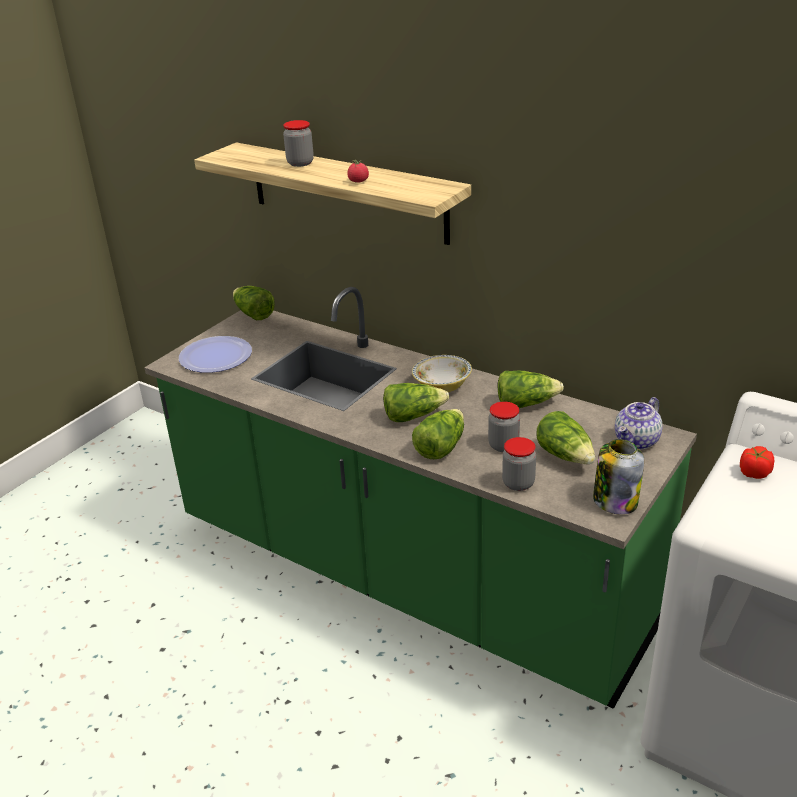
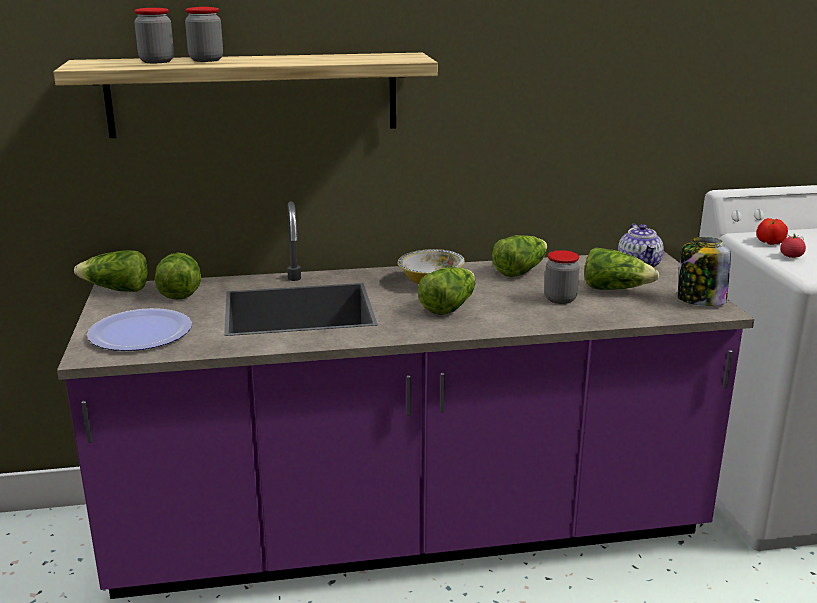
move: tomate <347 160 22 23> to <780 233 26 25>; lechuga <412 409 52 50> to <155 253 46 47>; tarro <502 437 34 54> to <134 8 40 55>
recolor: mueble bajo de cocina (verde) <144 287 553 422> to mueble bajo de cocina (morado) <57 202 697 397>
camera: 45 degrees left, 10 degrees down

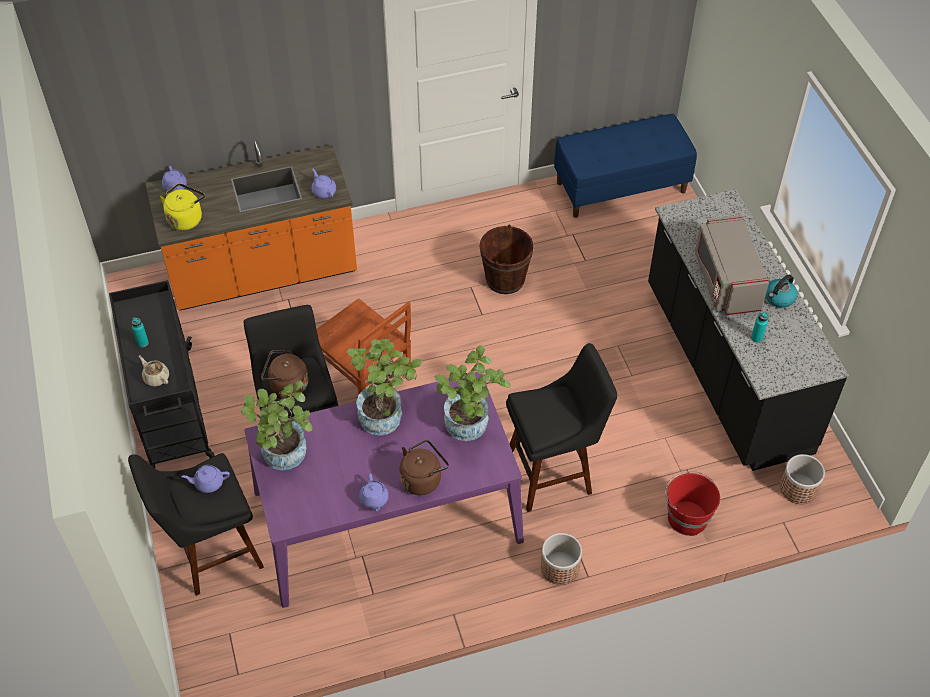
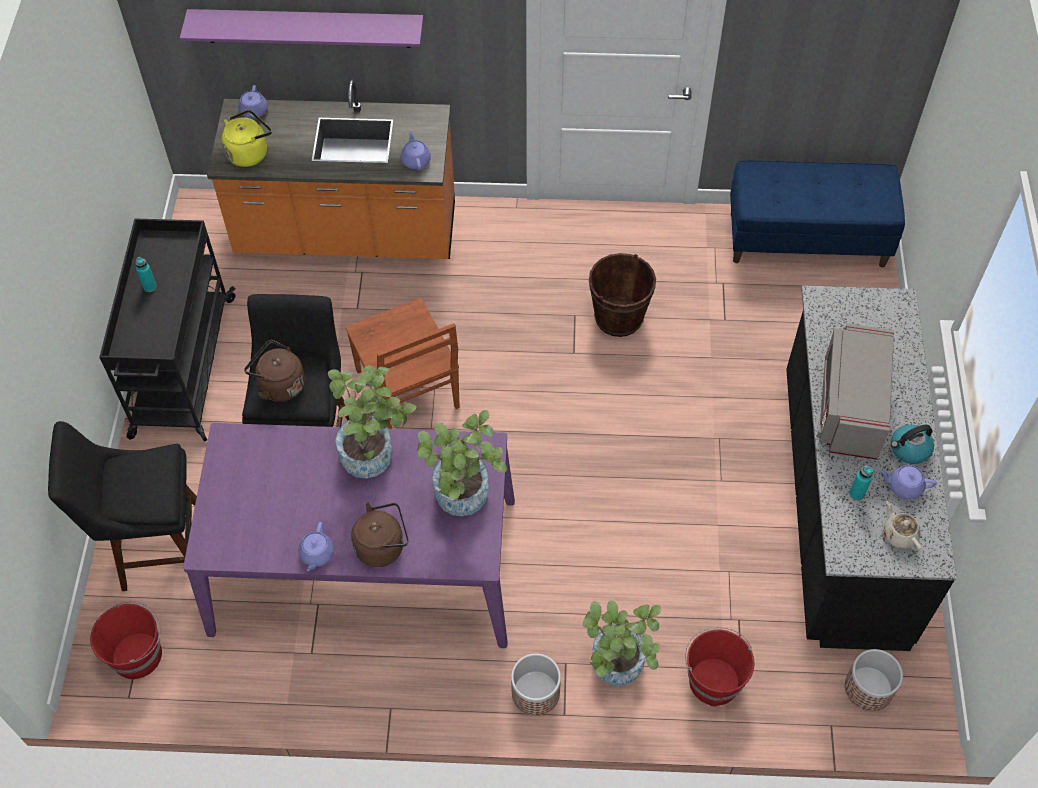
delete: taburete (negro) <506 343 112 169>
insert: estante (morado) <180 9 244 39>; cubo (rojo) <90 602 72 77>
move: tetera (beis) <139 356 30 30> to <884 500 37 51>; planta en maceta <241 381 72 89> to <583 600 78 86>; tetera (morado) <182 465 48 28> to <880 465 57 34>
camera: 20 degrees right, 5 degrees up

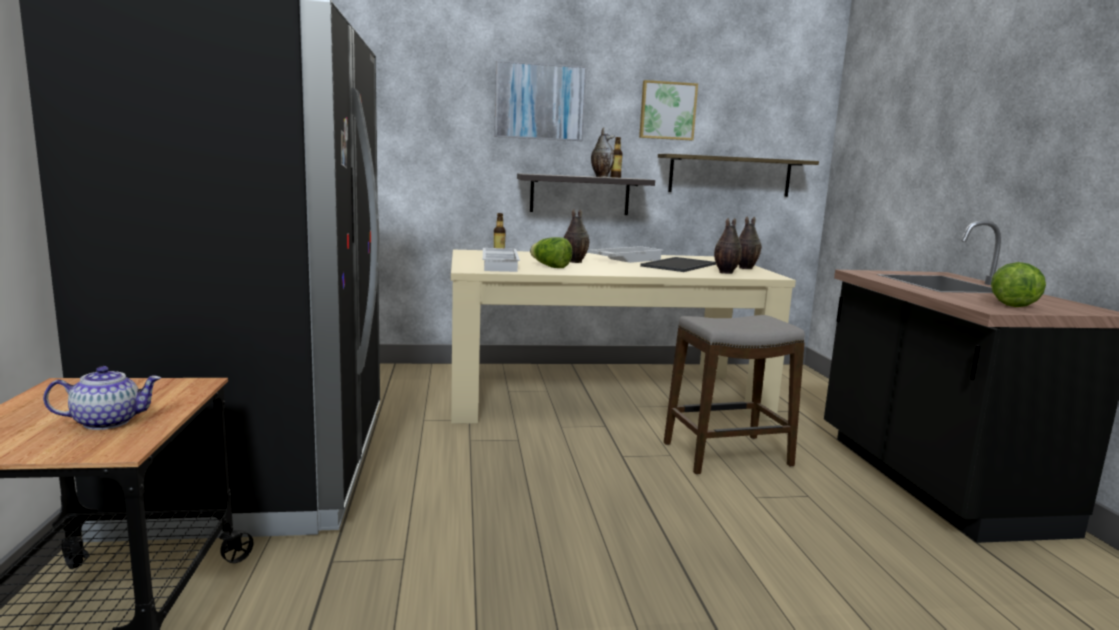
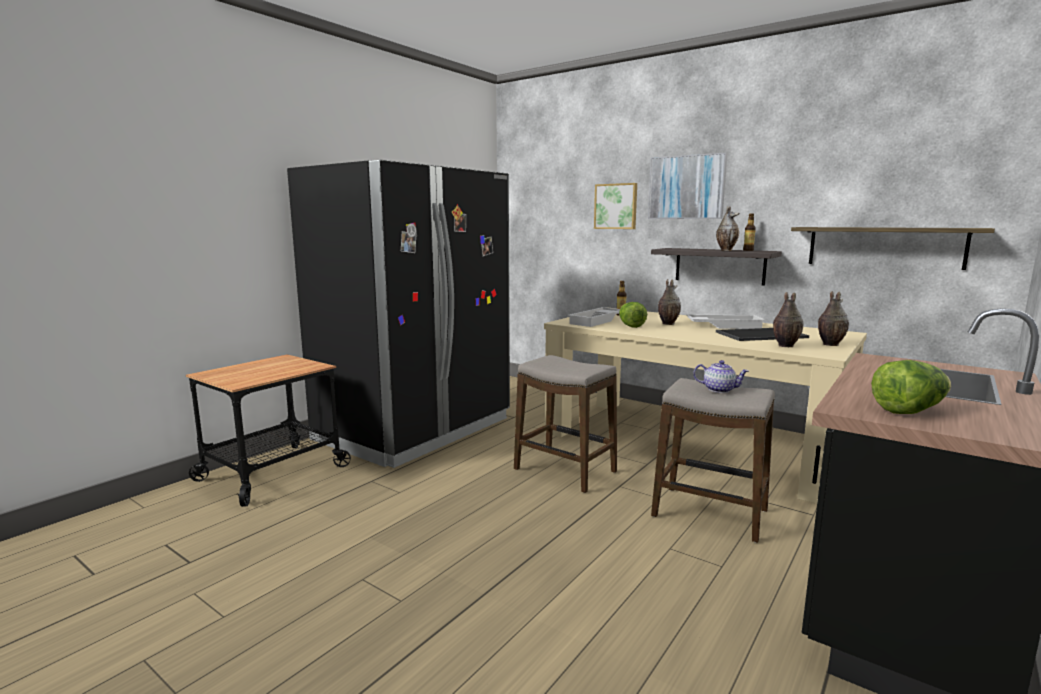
insert: taburete <514 355 103 138>
move: cuadro <639 80 59 60> to <594 183 43 46>; tetera <43 366 118 64> to <693 360 56 33>
camera: 45 degrees right, 0 degrees up

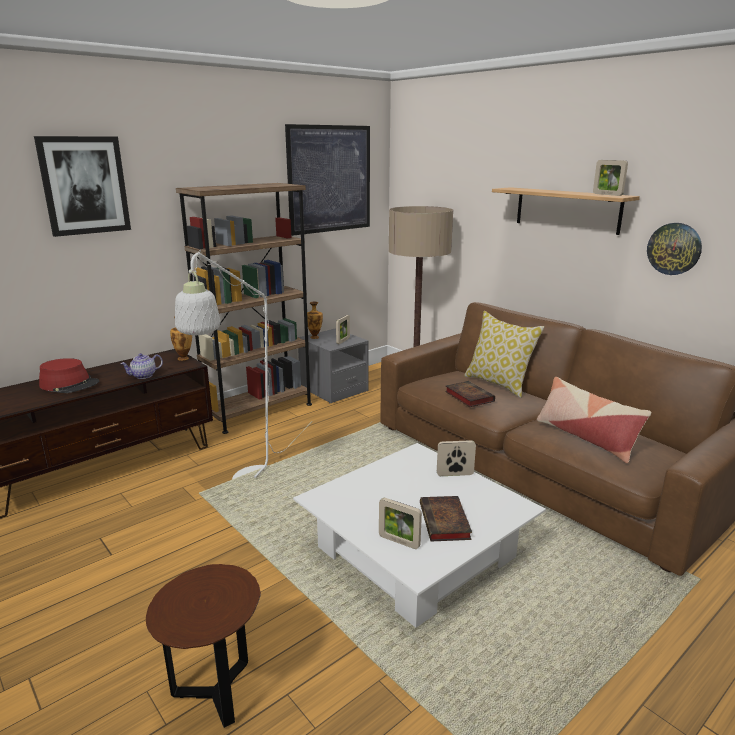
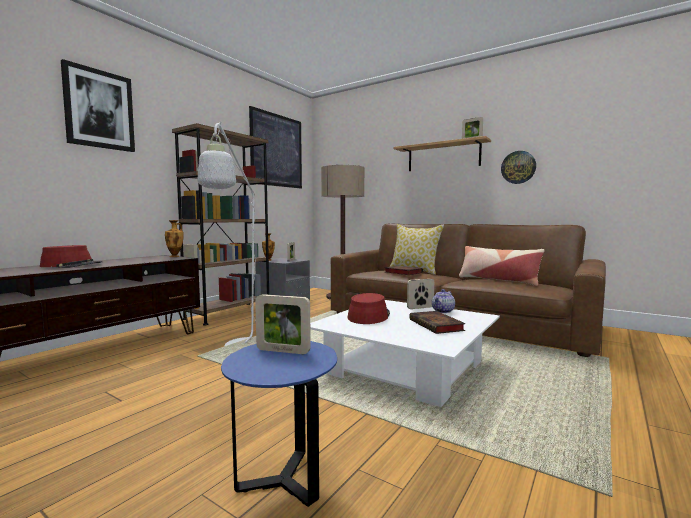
insert: sombrero (rojo) <347 293 43 31>
move: tetera <121 353 42 26> to <432 289 23 24>; portarretratos <379 498 43 51> to <255 294 56 60>
recolor: mesa auxiliar (marrón) <146 564 115 164> to mesa auxiliar (azul) <221 341 116 166>
camera: 15 degrees left, 15 degrees down

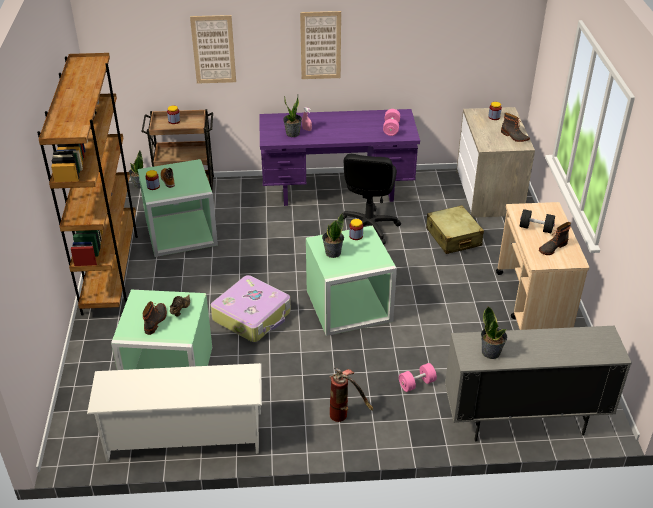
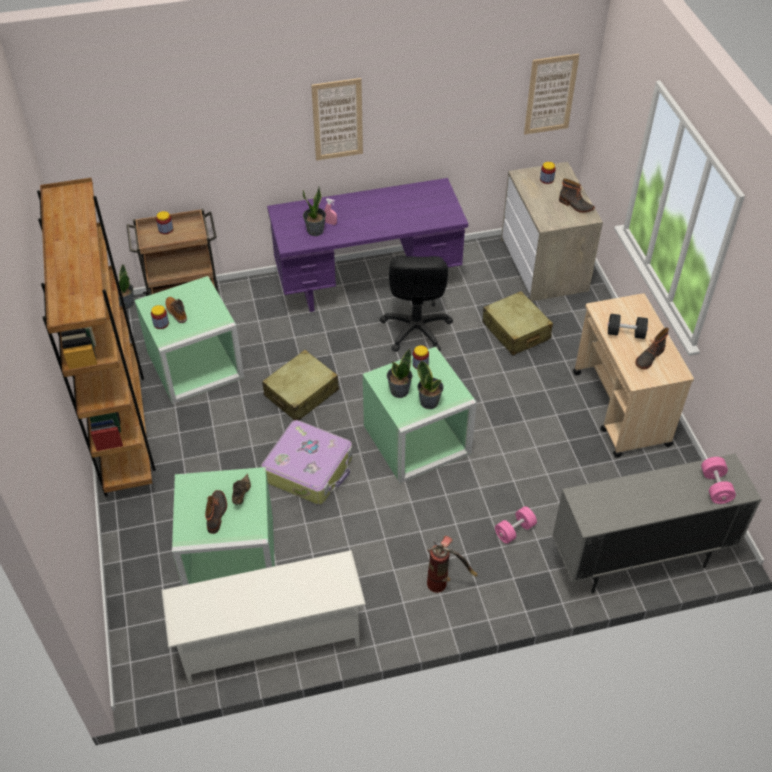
insert: maleta (beis) <262 350 77 70>
move: cuadro <190 15 46 69> to <524 54 56 81>; mancuerna (rosa) <383 109 17 27> to <701 457 35 47>; planta en maceta <481 306 26 53> to <417 361 27 48>
camera: 10 degrees left, 10 degrees up

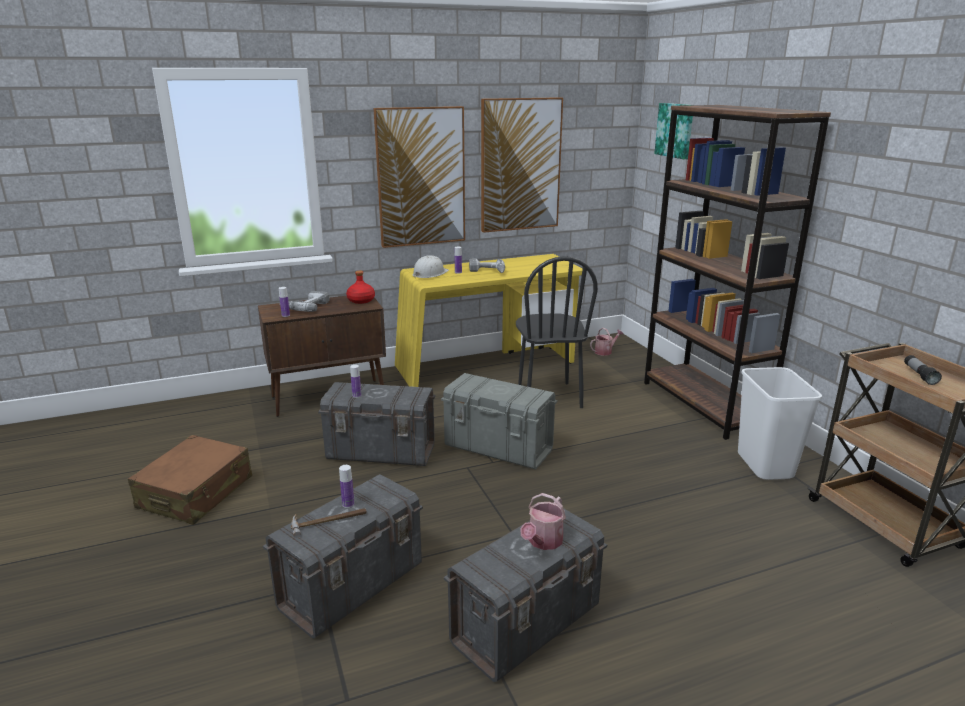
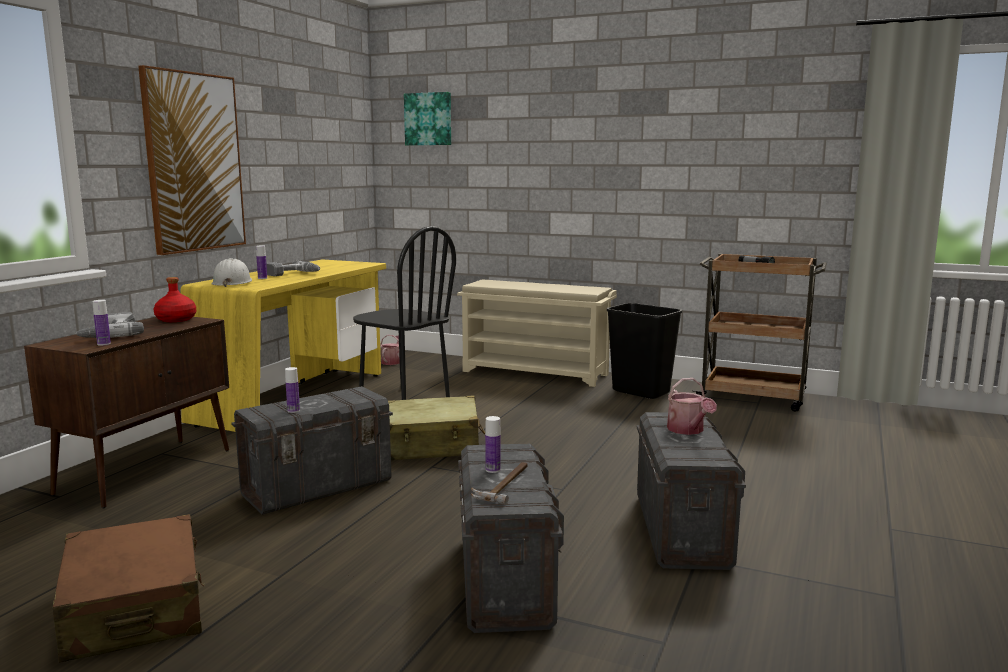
delete: cuadro <481 97 82 136>
replace: estantería (marrón) <644 105 187 335> to zapatero (beis) <457 279 160 108>; caja de almacenaje (gris) <441 373 117 97> to maleta (beis) <388 396 97 64>
recolor: papelera (blanco) <738 367 84 113> to papelera (negro) <607 303 75 96>
camera: 45 degrees left, 10 degrees down

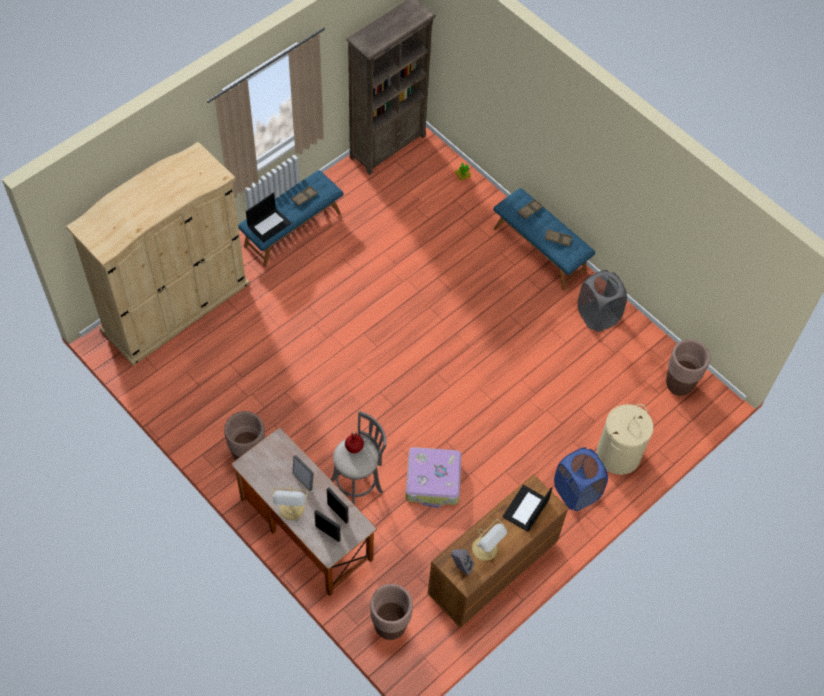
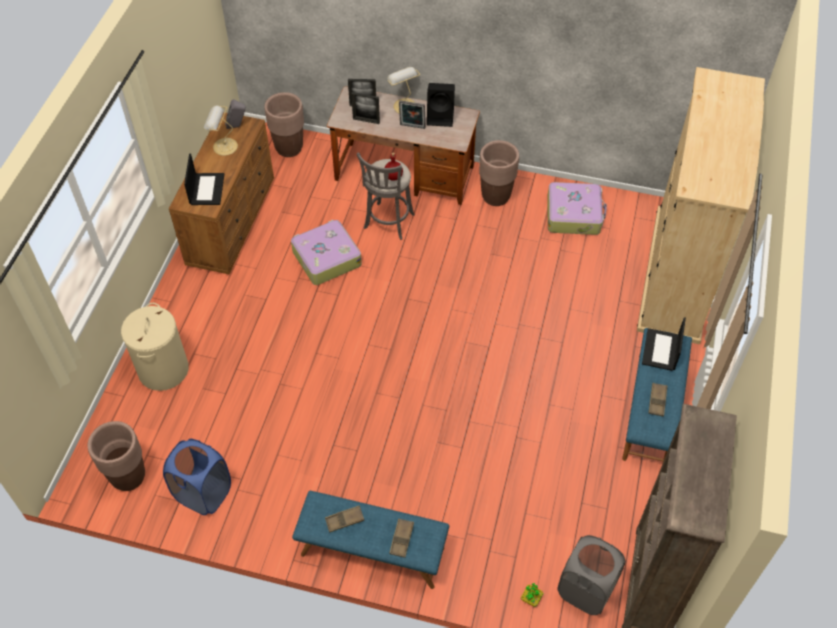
insert: altavoz (negro) <427 83 28 44>; maleta <547 182 60 53>
move: cesto de la ropa (gris) <578 270 49 62> to <557 535 69 80>; cesto de la ropa (azul) <554 447 54 64> to <163 439 68 76>
camera: 150 degrees right, 5 degrees down

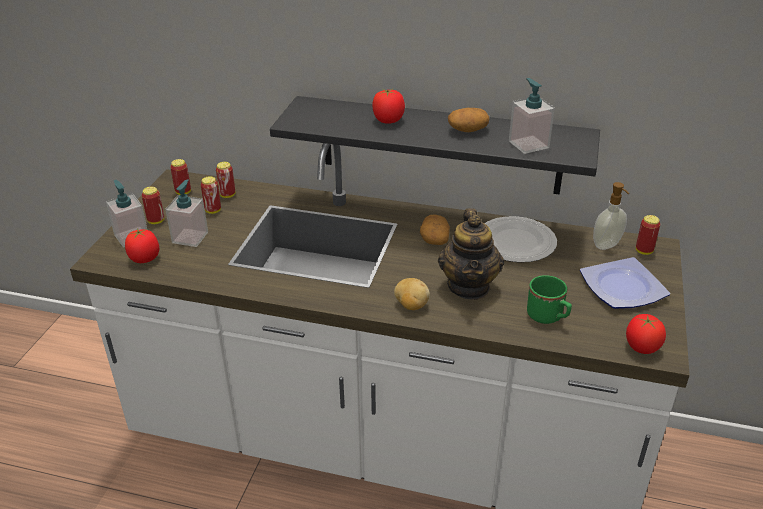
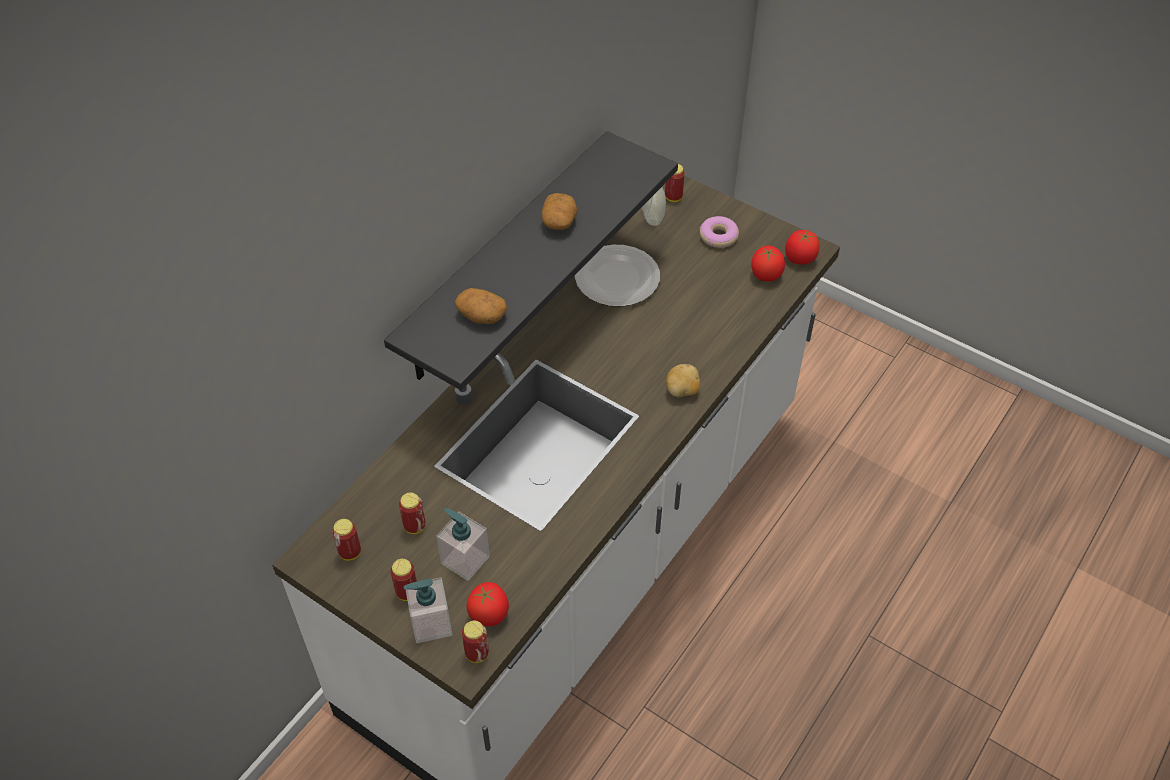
delete: dispensador de jabón <509 78 46 76>; tetera <438 208 66 92>; taza grande (verde) <527 275 45 49>
move: tomate <372 88 33 36> to <751 245 34 37>; lata <216 162 19 36> to <462 621 27 42>; patata <420 215 30 30> to <455 288 52 36>
replace: plato <580 257 90 52> to rosquilla <700 216 39 32>
camera: 70 degrees left, 15 degrees up

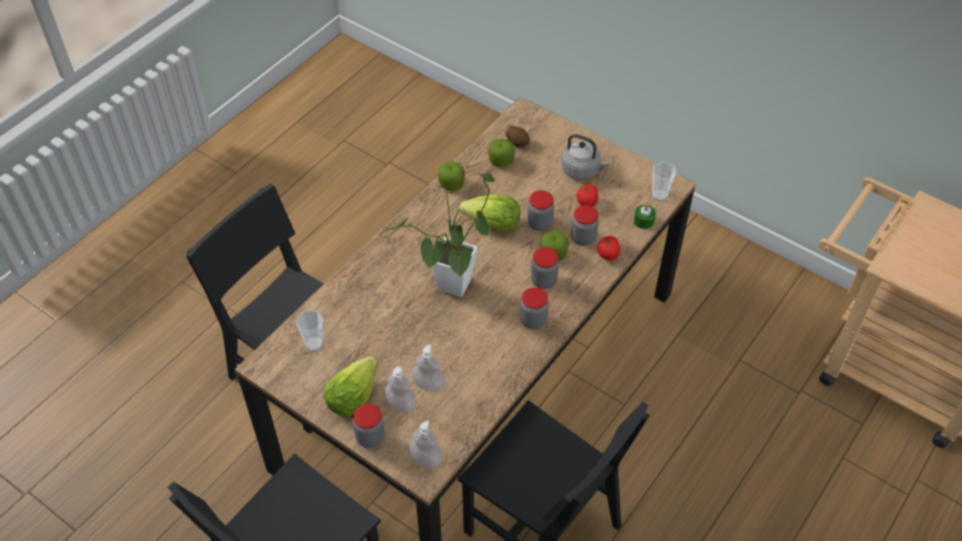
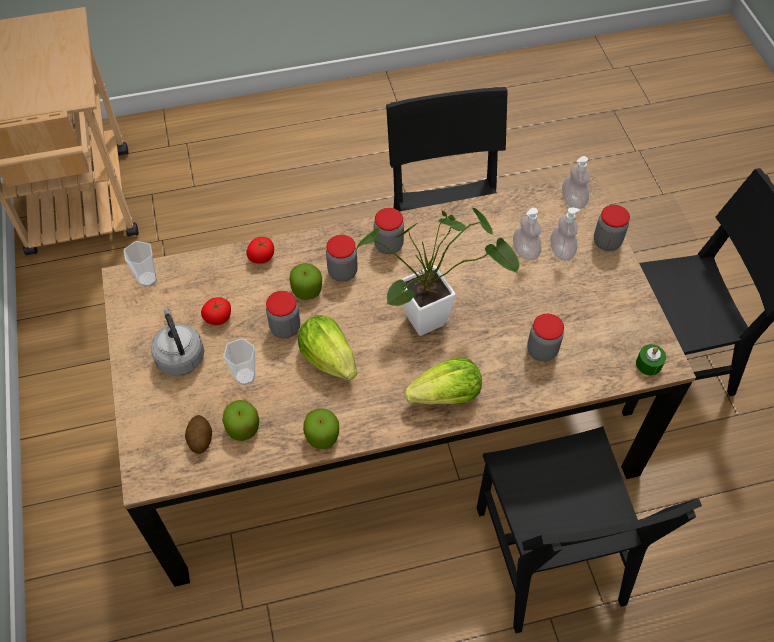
move: vela (verde) <634 204 22 25> to <636 344 30 31>; tarro <571 205 28 41> to <527 314 37 48>; taza <295 311 28 40> to <223 338 32 47>; lechuga <323 356 55 61> to <404 357 78 48>
camera: 140 degrees left, 5 degrees up

